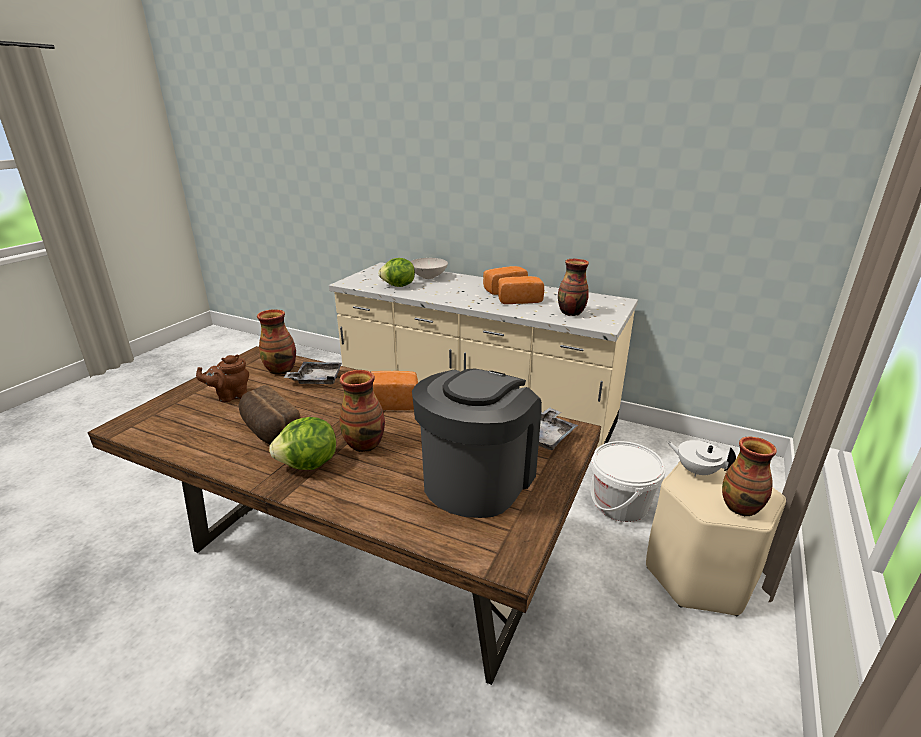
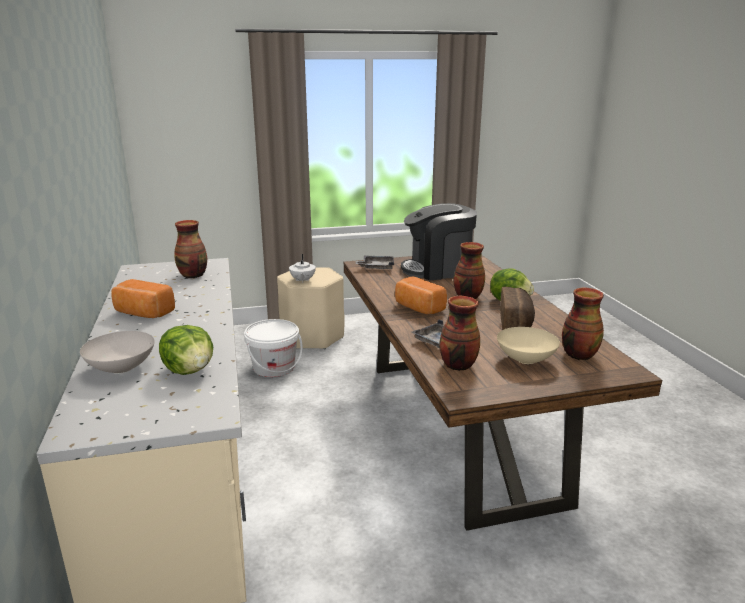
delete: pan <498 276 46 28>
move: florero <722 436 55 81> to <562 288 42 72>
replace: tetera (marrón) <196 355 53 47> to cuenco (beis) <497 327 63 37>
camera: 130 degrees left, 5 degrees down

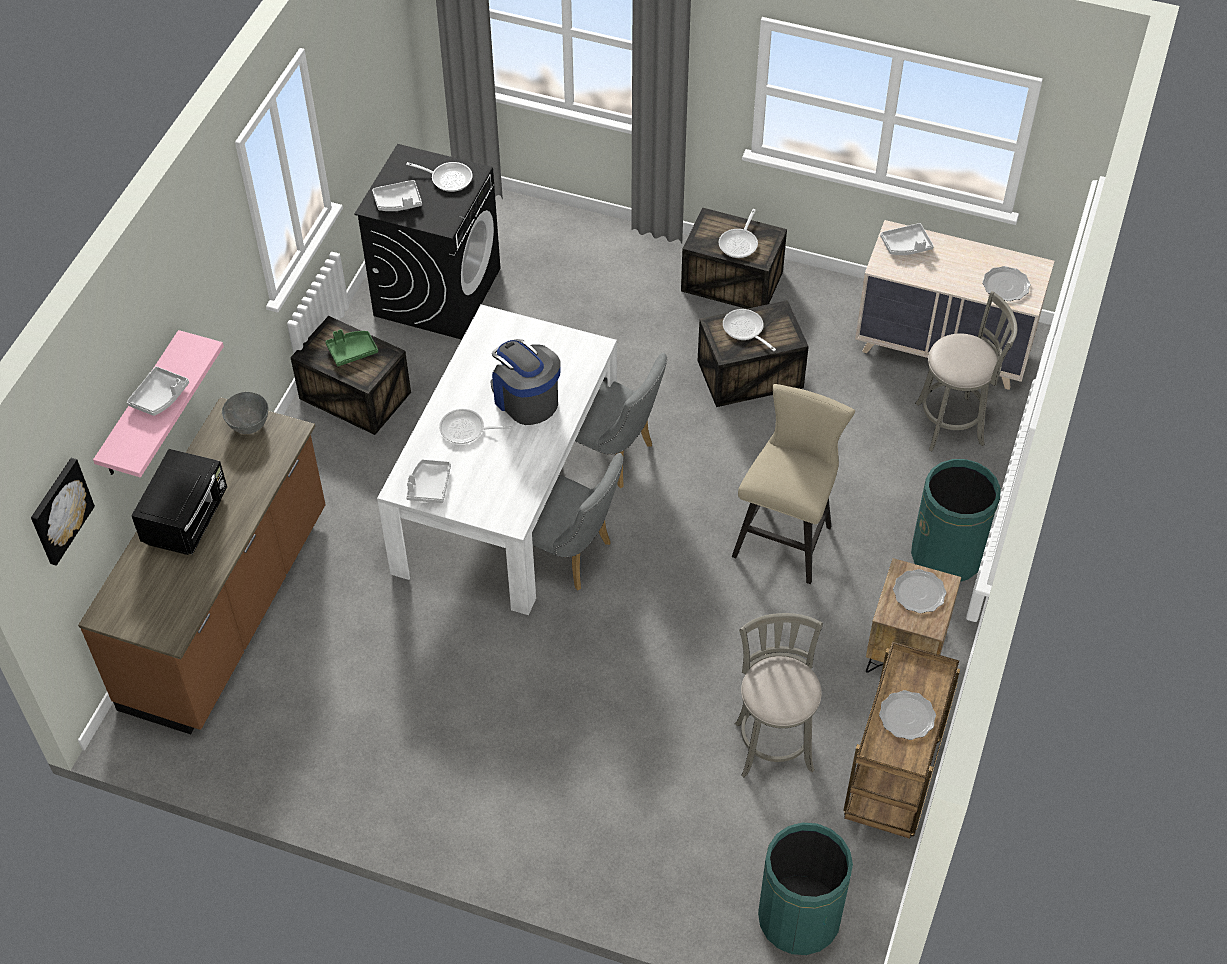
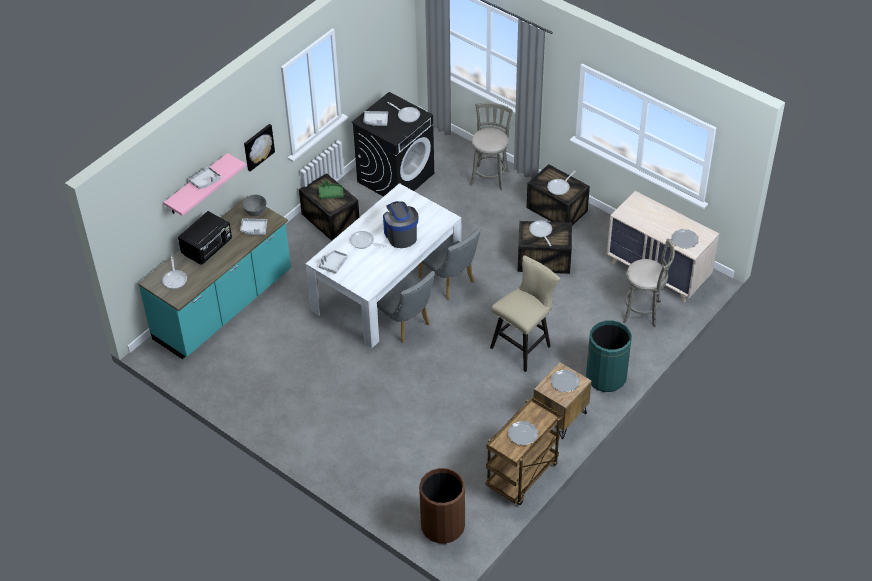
insert: sartén <162 257 25 32>
move: bandeja (gris) <880 223 54 32> to <240 219 27 16>; cuadro <31 458 64 108> to <244 124 31 48>; taburete (gris) <734 613 89 165> to <470 103 43 88>
recolor: mueble bajo de cocina (marrón) <78 397 248 337> to mueble bajo de cocina (turquesa) <138 196 153 163>; papelera (verde) <758 822 95 133> to papelera (marrón) <419 468 46 76>
camera: 20 degrees right, 5 degrees down

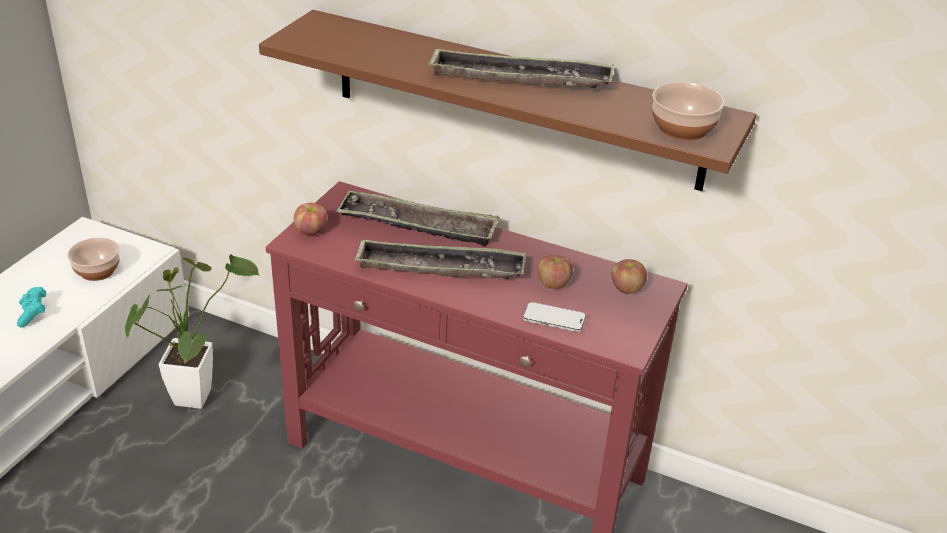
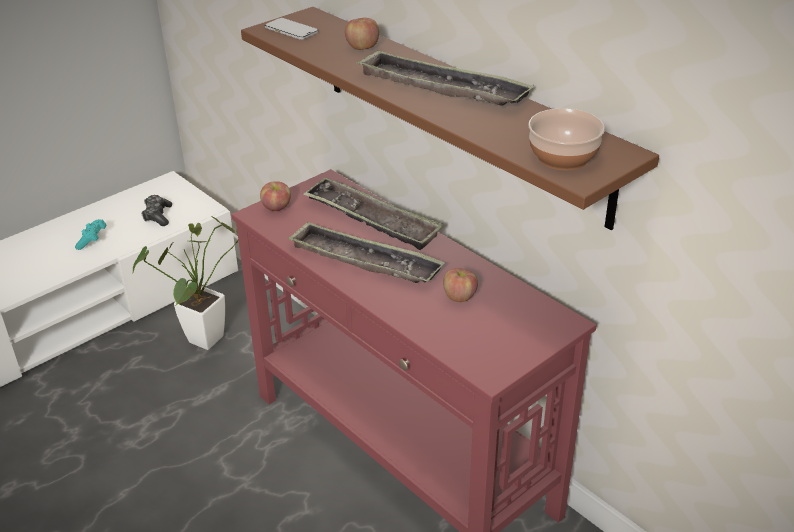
move: manzana <611 259 36 35> to <345 18 34 32>; móvil <523 302 63 30> to <265 18 53 22>
replace: cuenco <67 238 53 43> to mando de consola <141 195 31 31>
camera: 25 degrees right, 0 degrees up

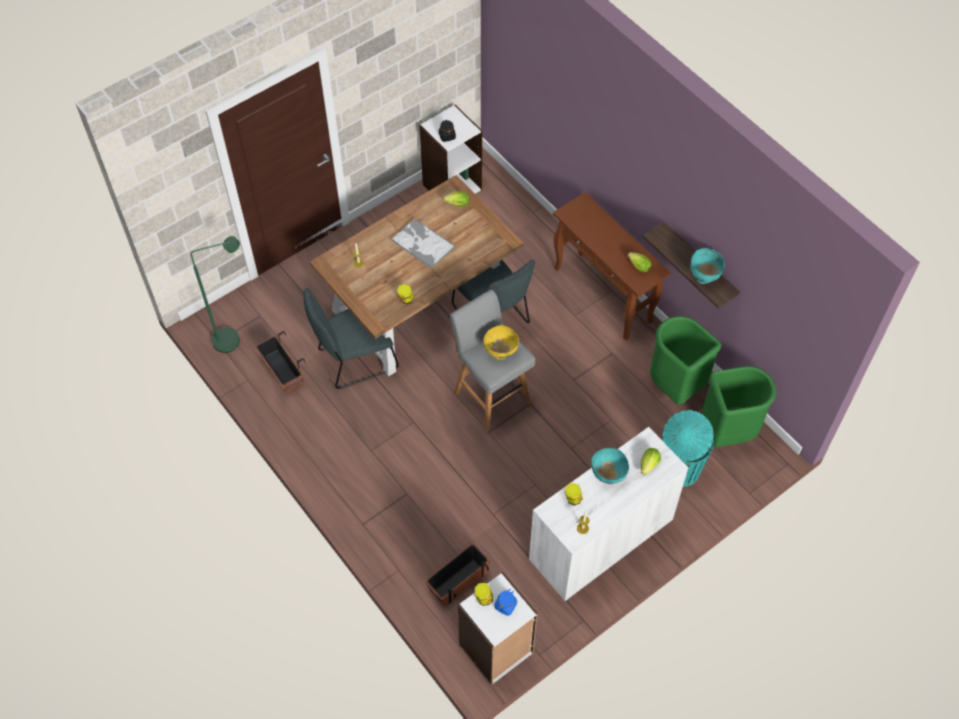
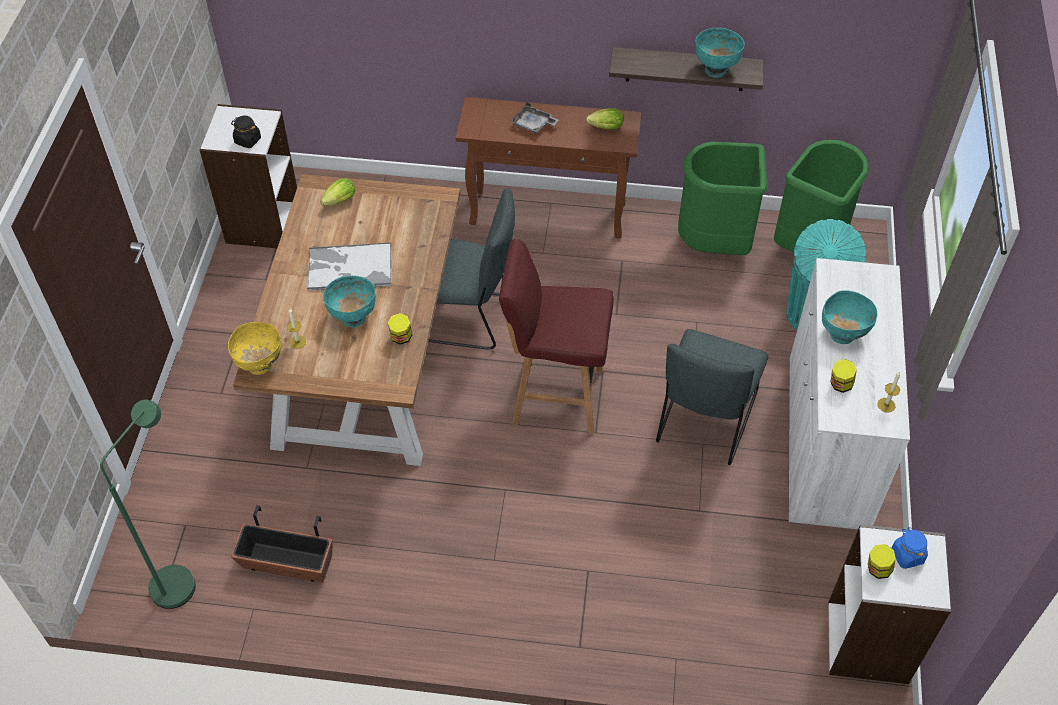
delete: lechuga <641 448 20 27>; maceta <425 543 65 64>
insert: bandeja (gris) <510 102 49 31>; cuenco (turquesa) <323 276 53 51>
move: silla (gris) <303 288 96 101> to <656 329 113 136>; cuenco (amarillo) <484 325 35 35> to <228 322 54 53>
recolor: taburete (gris) <450 289 85 143> to taburete (rojo) <499 239 115 195>
camera: 45 degrees left, 5 degrees down

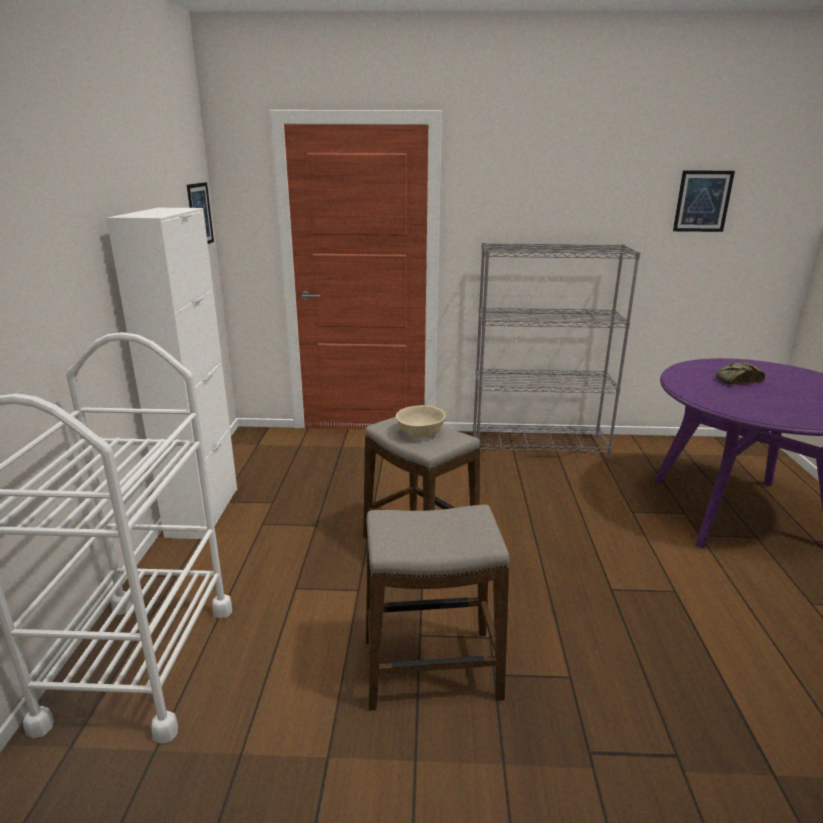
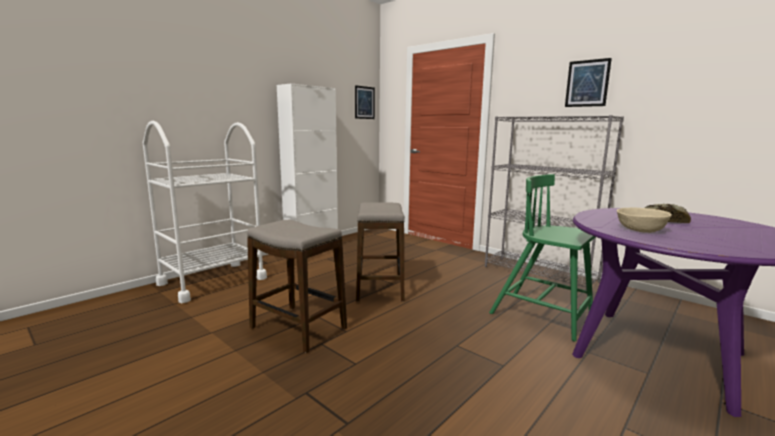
insert: silla (verde) <489 174 106 167>
move: cuadro <673 170 62 62> to <565 58 47 49>; cuenco (beis) <396 405 50 33> to <617 208 55 25>
camera: 40 degrees right, 10 degrees down

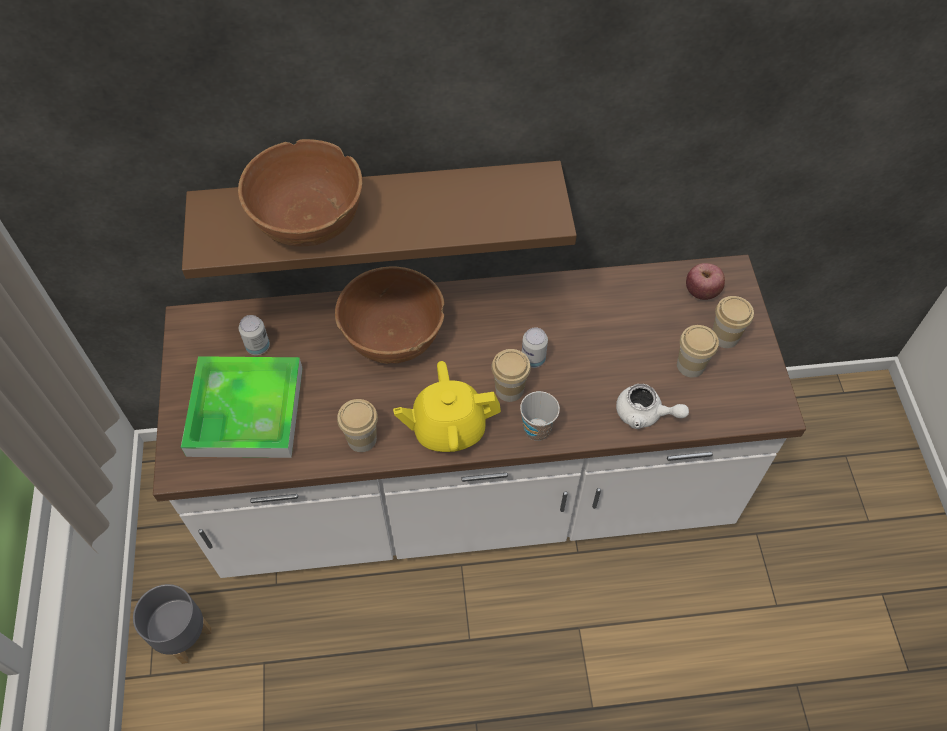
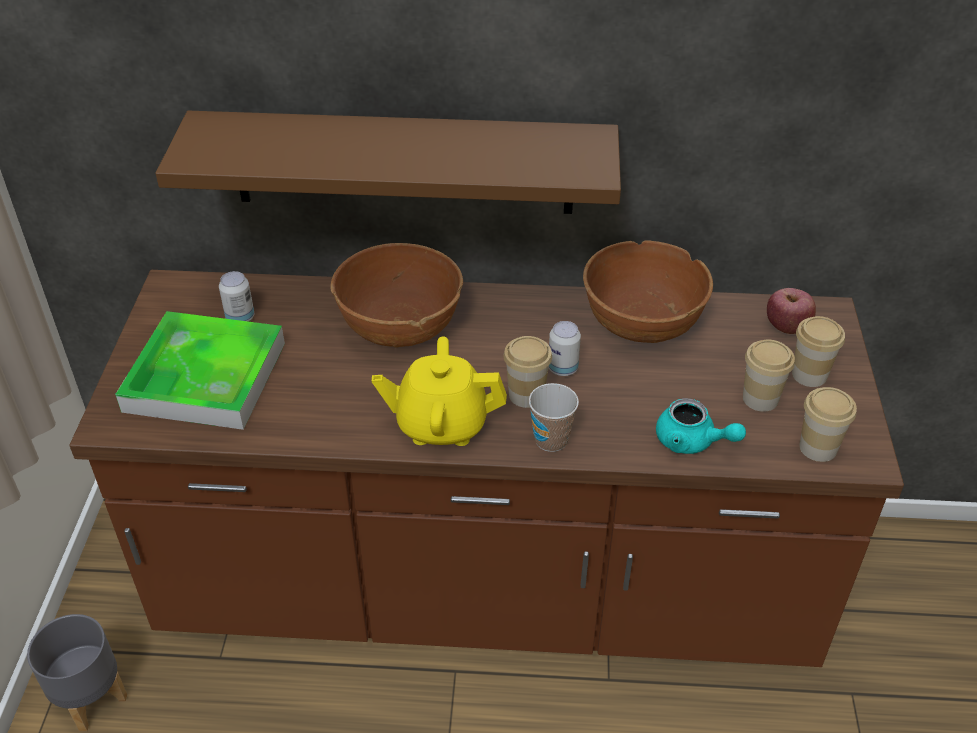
move: cuenco (marrón) <238 139 124 107> to <583 240 130 103>; taza <337 399 41 53> to <799 387 58 75>
recolor: mueble bajo de cocina (blanco) <153 255 653 323> to mueble bajo de cocina (marrón) <69 270 835 397>; tetera (blanco) <616 384 73 45> to tetera (turquesa) <656 398 90 56>
camera: 10 degrees right, 15 degrees down

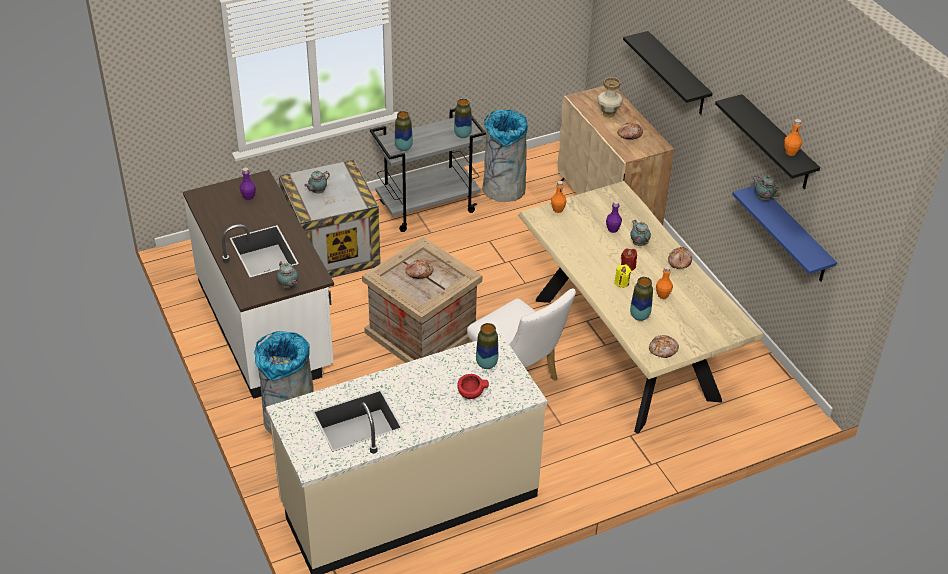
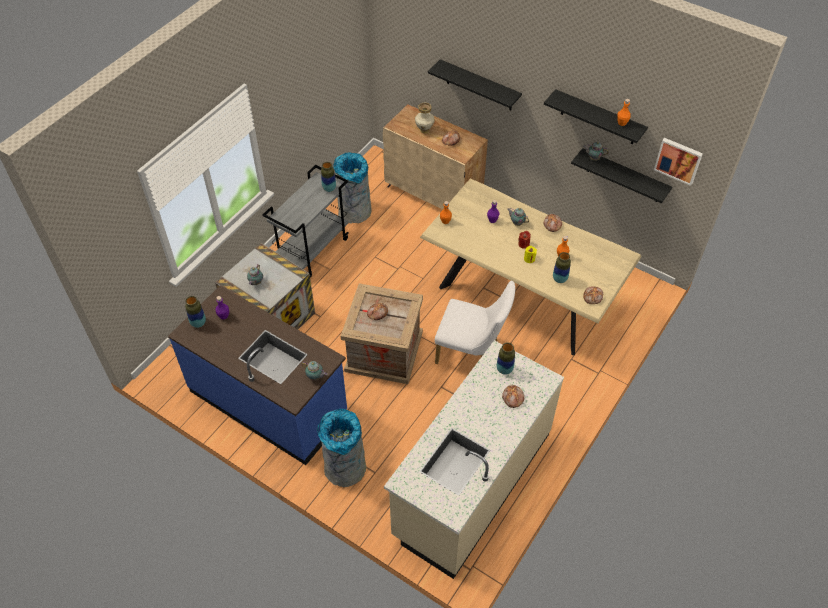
insert: cuadro <654 138 49 48>
move: florero <395 111 18 40> to <185 296 21 32>
replace: cuenco (rojo) <458 374 31 25> to pan <502 385 22 23>
recolor: mueble bajo de cocina (blanco) <183 170 151 229> to mueble bajo de cocina (azul) <168 285 179 180>; estante (azul) <732 186 105 96> to estante (negro) <571 148 101 55>
camera: 30 degrees left, 10 degrees up

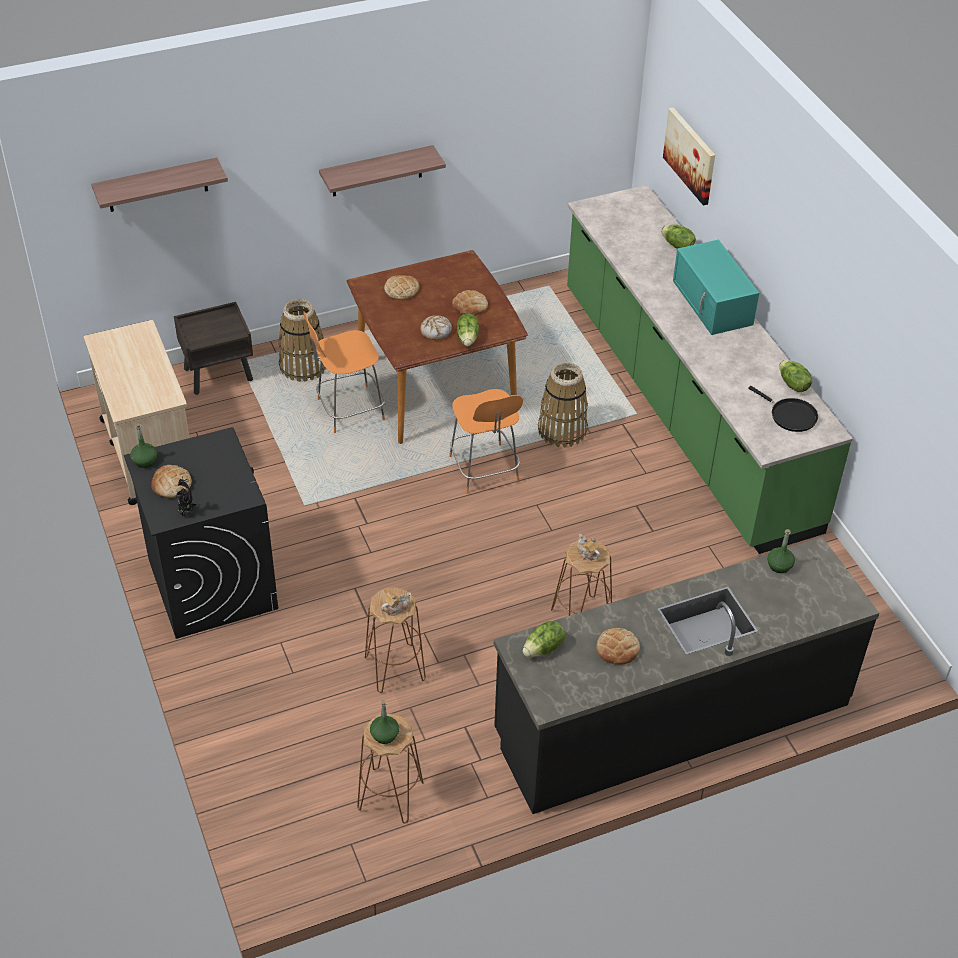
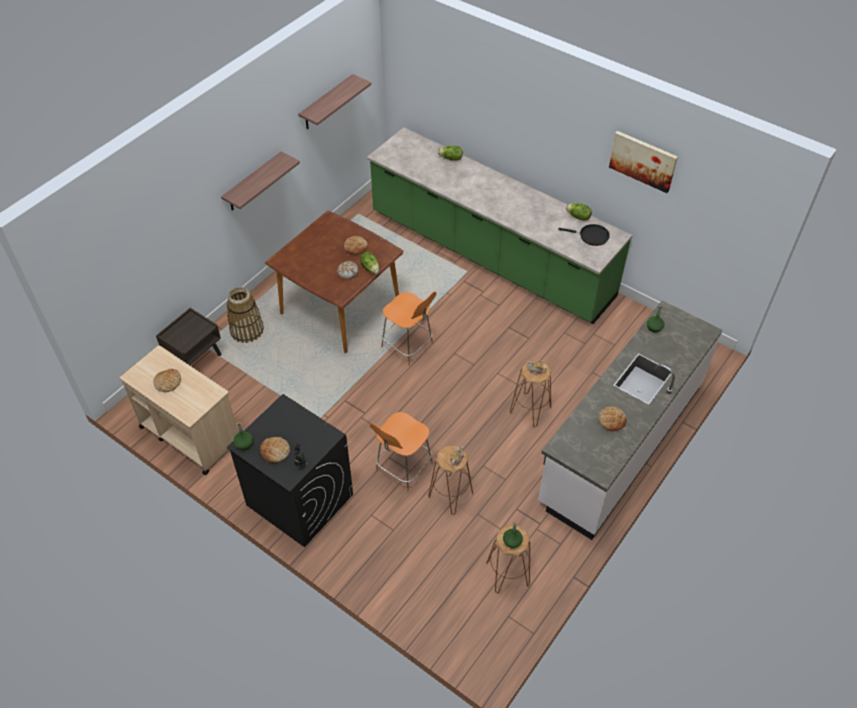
delete: microondas (turquesa) <673 240 86 95>; cesta <538 362 50 86>; lechuga <523 621 43 36>
move: cuadro <663 107 52 99> to <609 131 69 62>; estante <91 158 137 54> to <298 74 73 55>; pan <384 275 35 25> to <153 369 28 23>; silla (naranja) <304 313 81 120> to <370 412 63 80>
recolor: mueble bajo de cocina (negro) <494 537 385 277> to mueble bajo de cocina (blanco) <538 300 184 240>
camera: 30 degrees left, 5 degrees up

